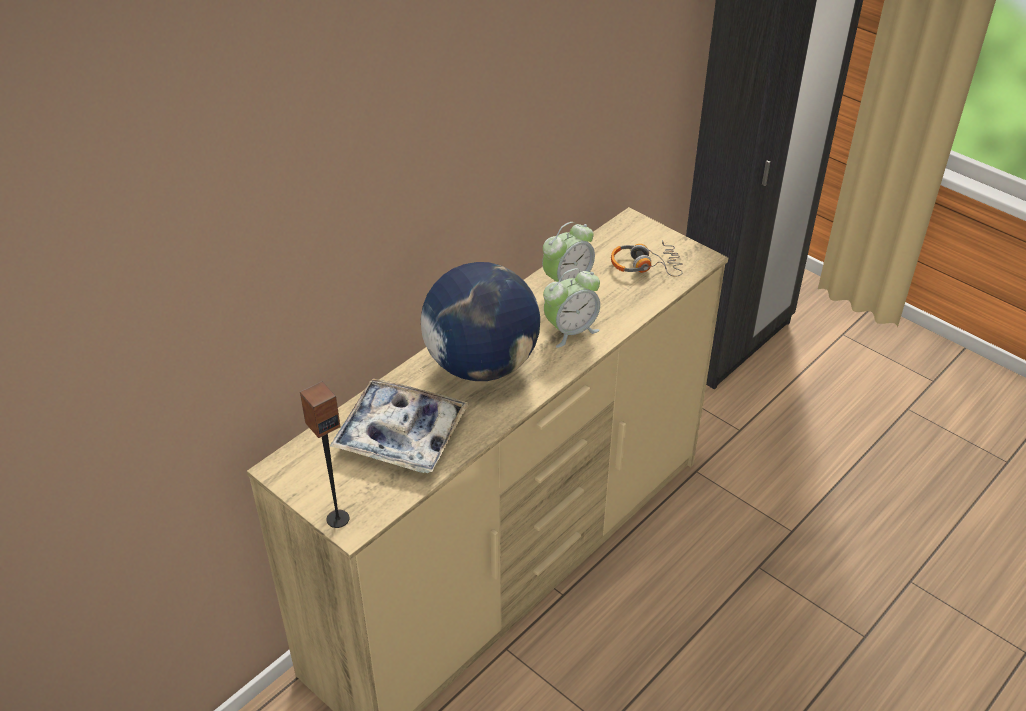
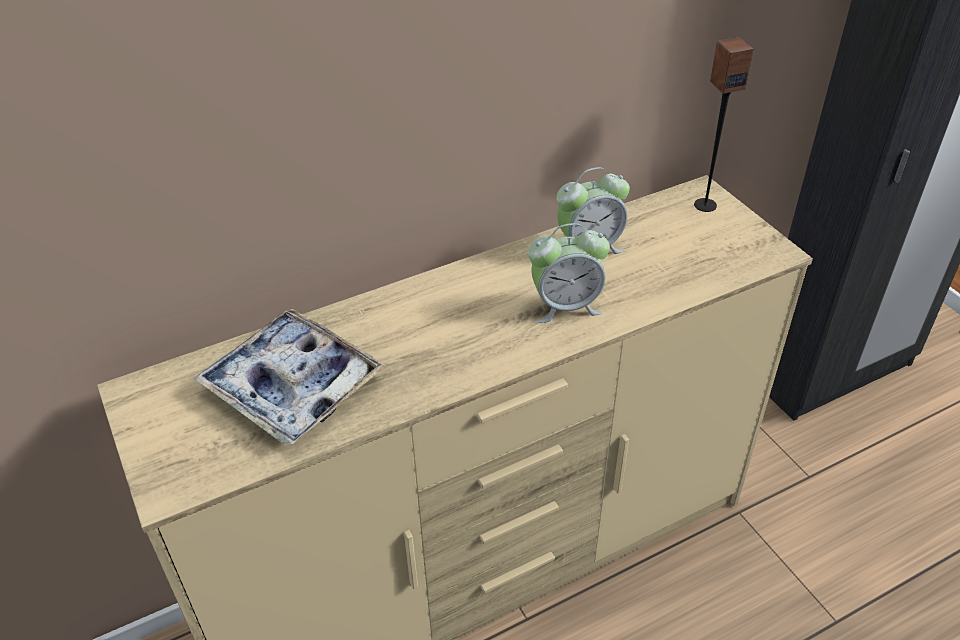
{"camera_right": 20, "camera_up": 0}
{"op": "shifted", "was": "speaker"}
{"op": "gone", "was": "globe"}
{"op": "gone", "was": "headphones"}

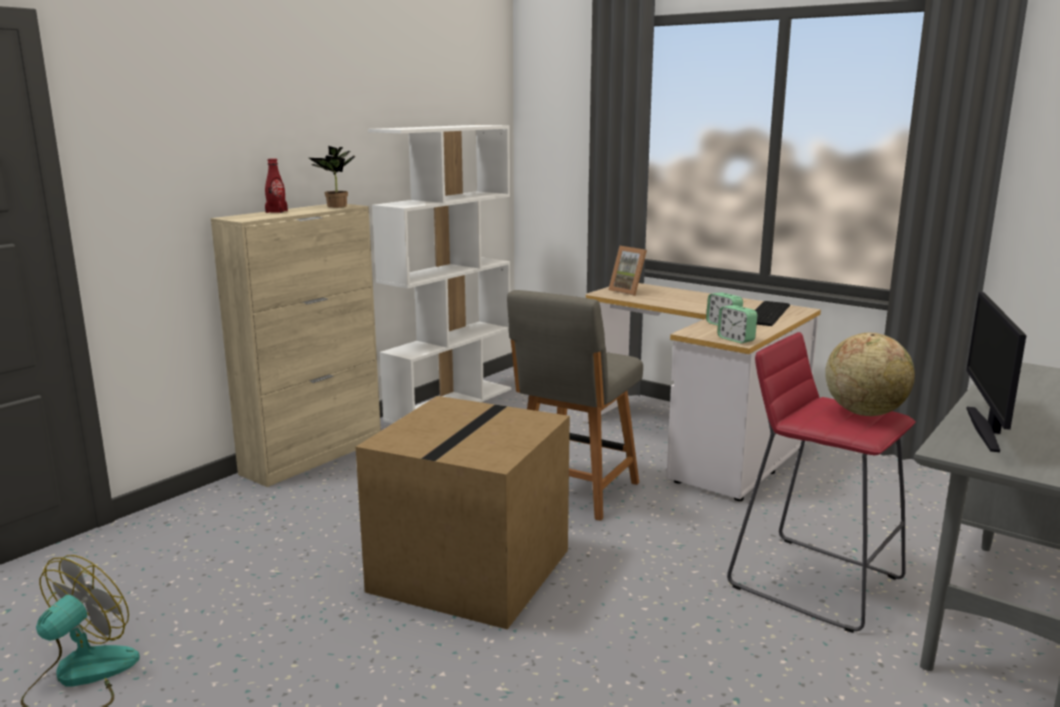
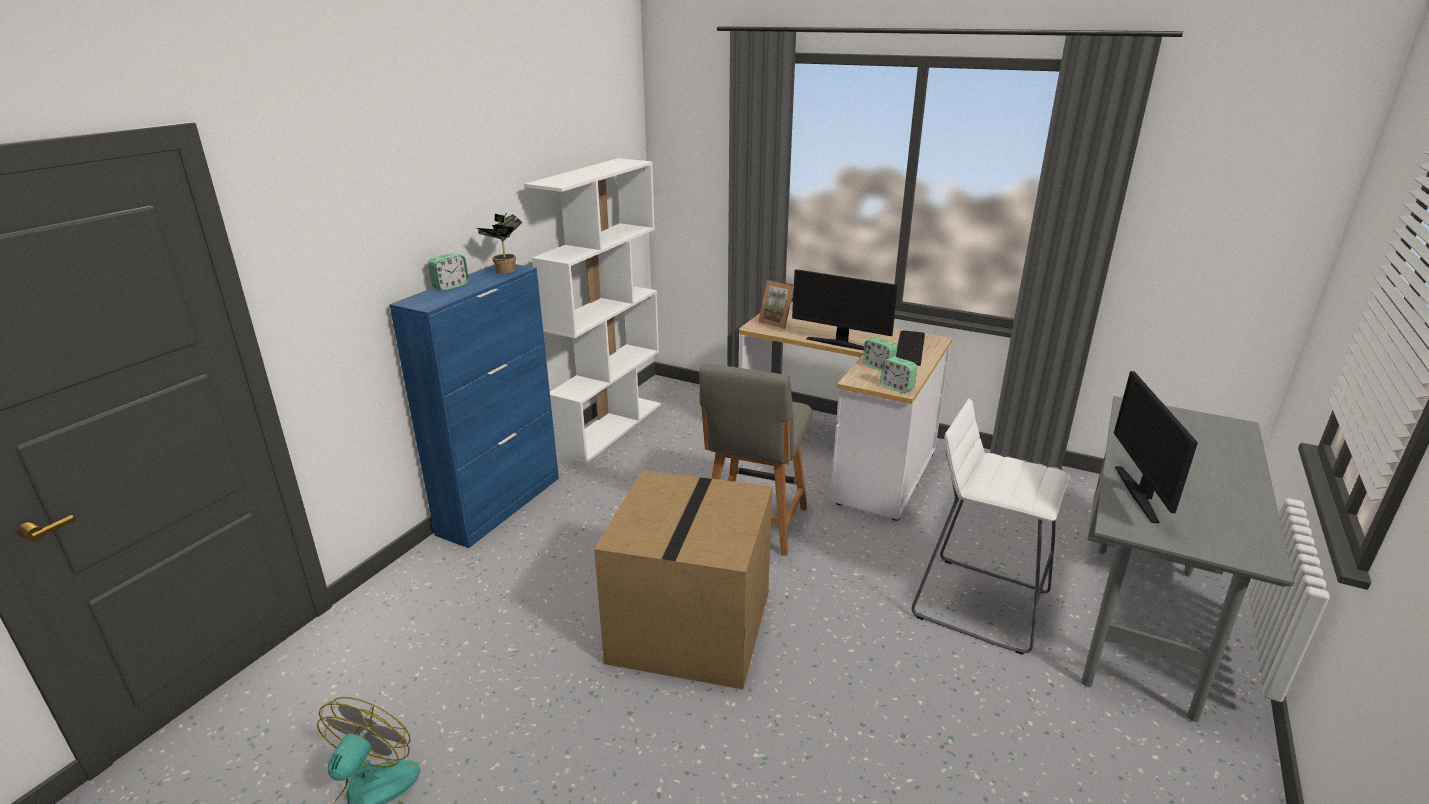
{"camera_right": -10, "camera_up": 10}
{"op": "repainted", "was": "cabinet in beige", "now": "cabinet in blue"}
{"op": "swapped", "was": "bottle in red", "now": "alarm clock (no. 1 from left)"}
{"op": "repainted", "was": "stool in red", "now": "stool in white"}
{"op": "gone", "was": "globe"}
{"op": "new", "now": "monitor (no. 1 from left)"}

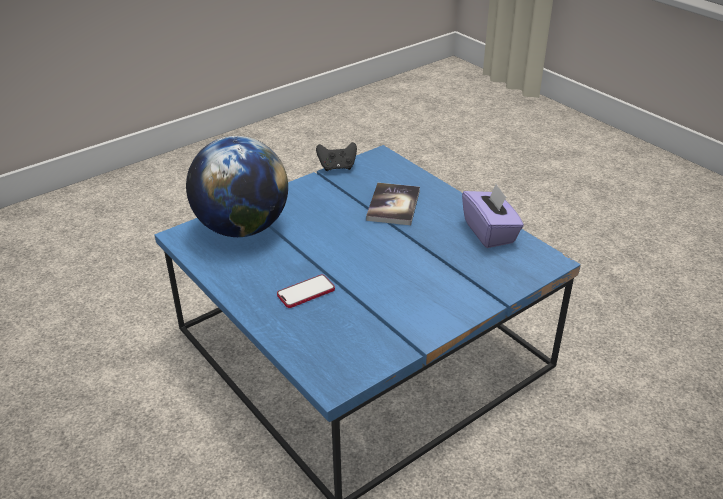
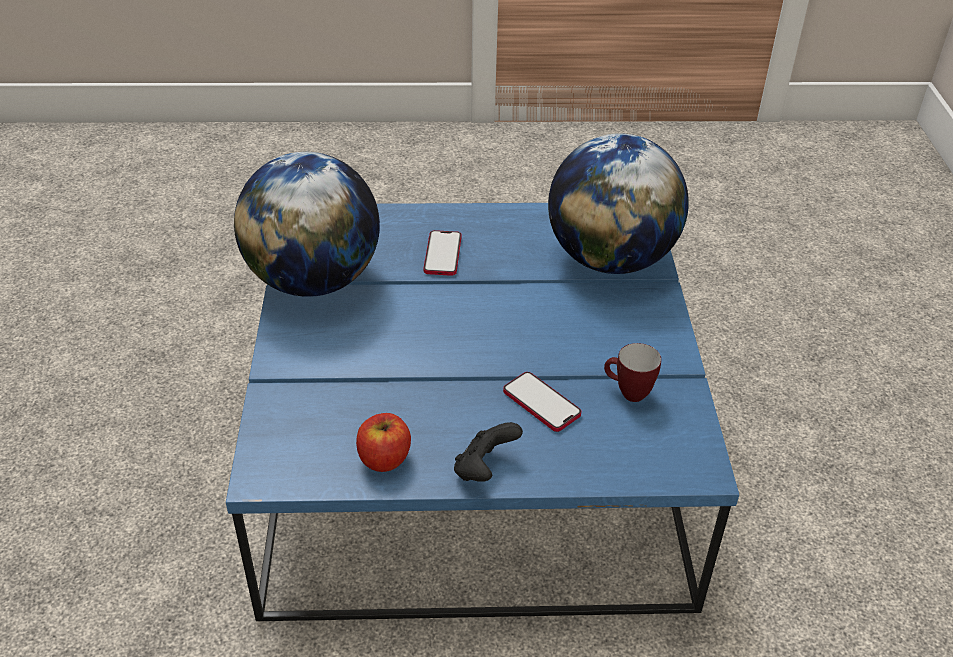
{"camera_right": 125, "camera_up": 5}
{"op": "shifted", "was": "game controller in black"}
{"op": "swapped", "was": "book", "now": "phone (no. 2 from left)"}
{"op": "swapped", "was": "tissue box in purple", "now": "apple"}
{"op": "new", "now": "globe (no. 1 from left)"}
{"op": "new", "now": "mug"}

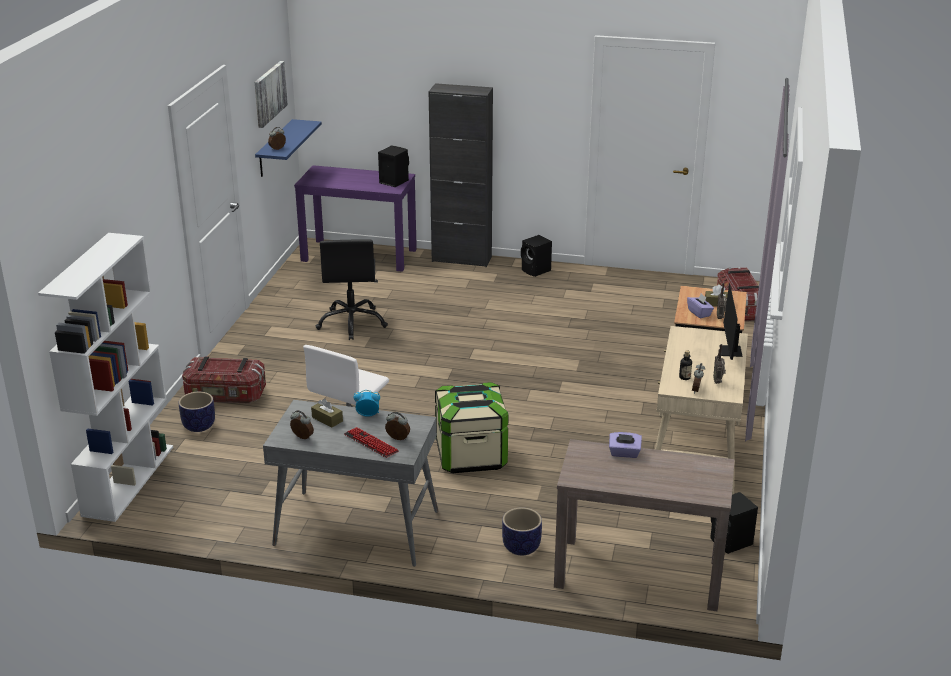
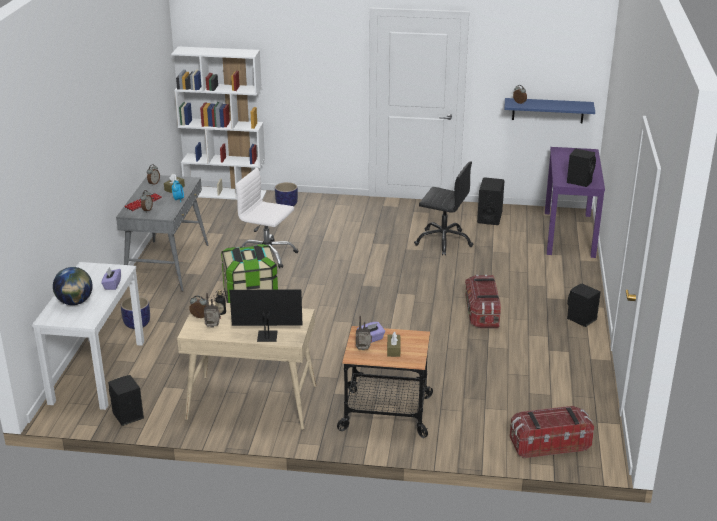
{"camera_right": 85, "camera_up": 0}
{"op": "shifted", "was": "storage box (no. 1 from left in the first image)", "now": "storage box (no. 2 from left)"}
{"op": "gone", "was": "picture"}
{"op": "rotated", "was": "office chair in black", "clockwise": -150}
{"op": "gone", "was": "cabinet in black"}
{"op": "repainted", "was": "console table in brown", "now": "console table in white"}
{"op": "new", "now": "globe"}
{"op": "new", "now": "speaker in black (no. 2 from left)"}

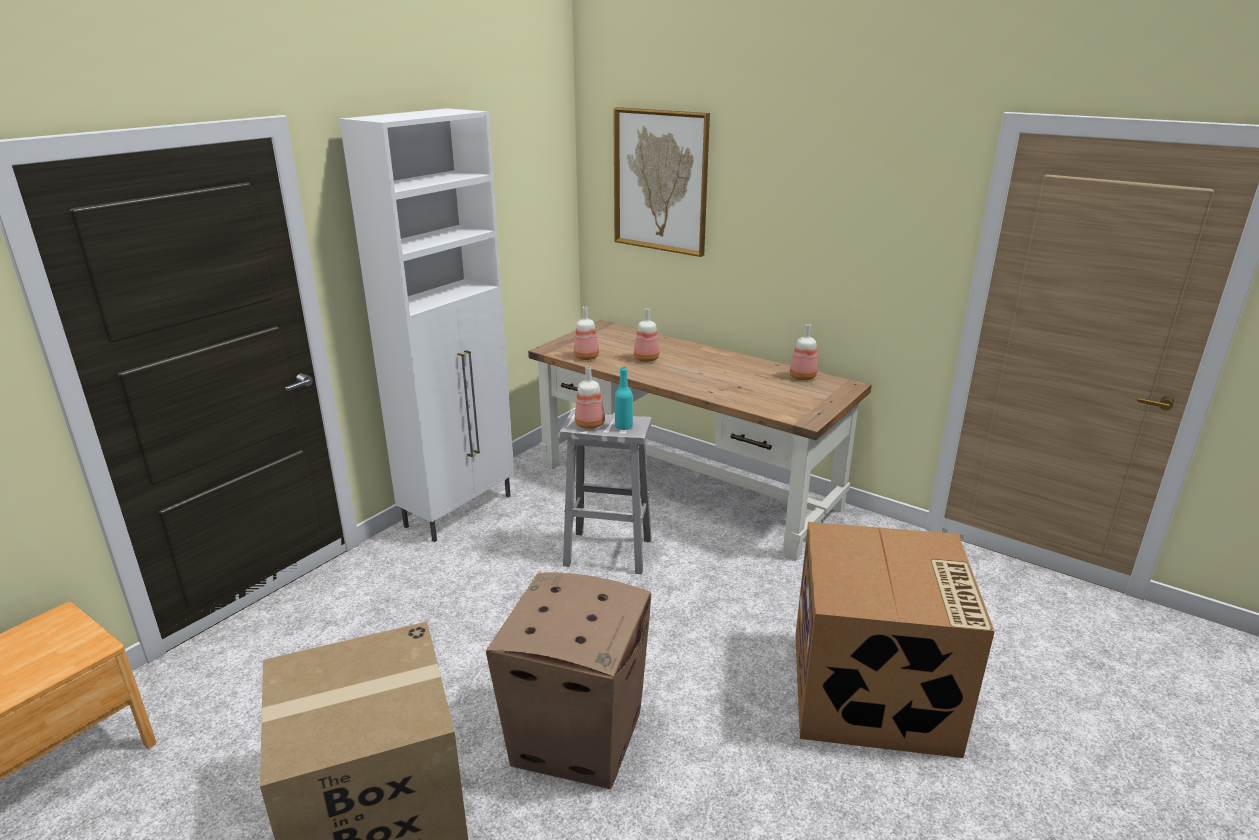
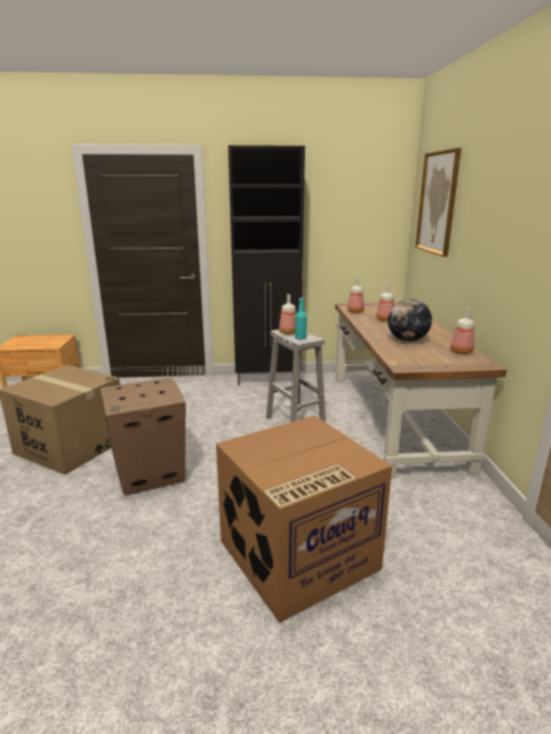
{"camera_right": 50, "camera_up": -5}
{"op": "repainted", "was": "cabinet in white", "now": "cabinet in black"}
{"op": "new", "now": "globe"}

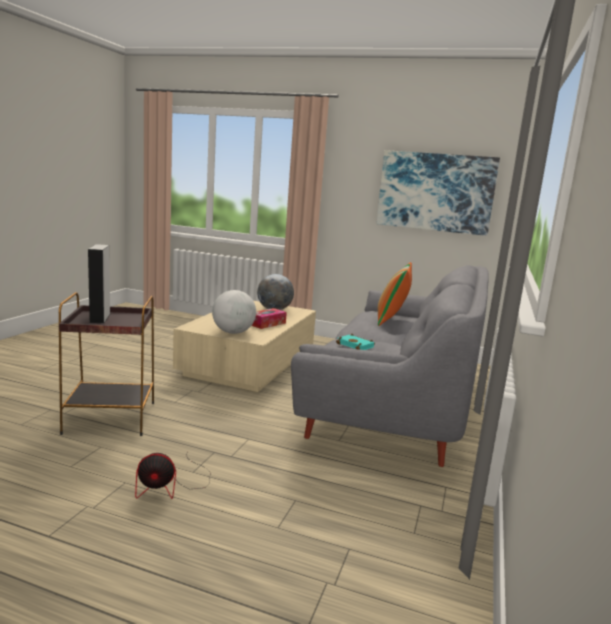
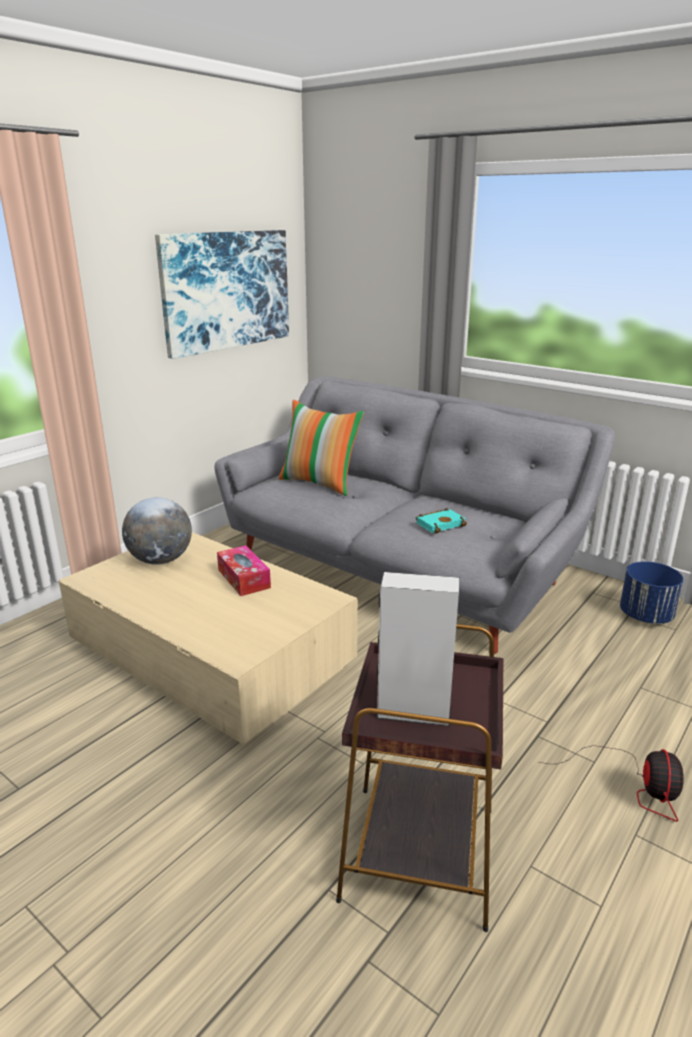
{"camera_right": -70, "camera_up": 10}
{"op": "gone", "was": "globe (no. 1 from left)"}
{"op": "new", "now": "planter in blue"}

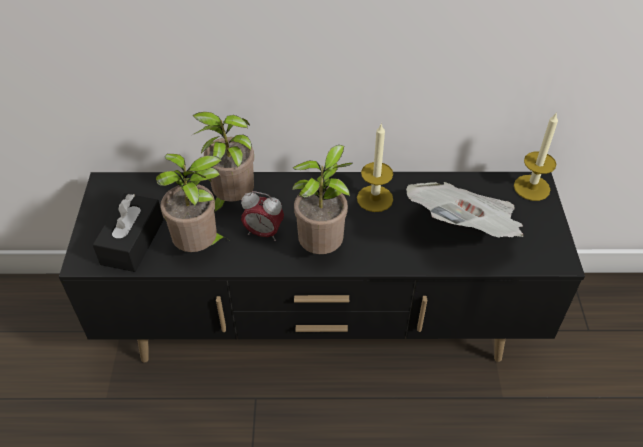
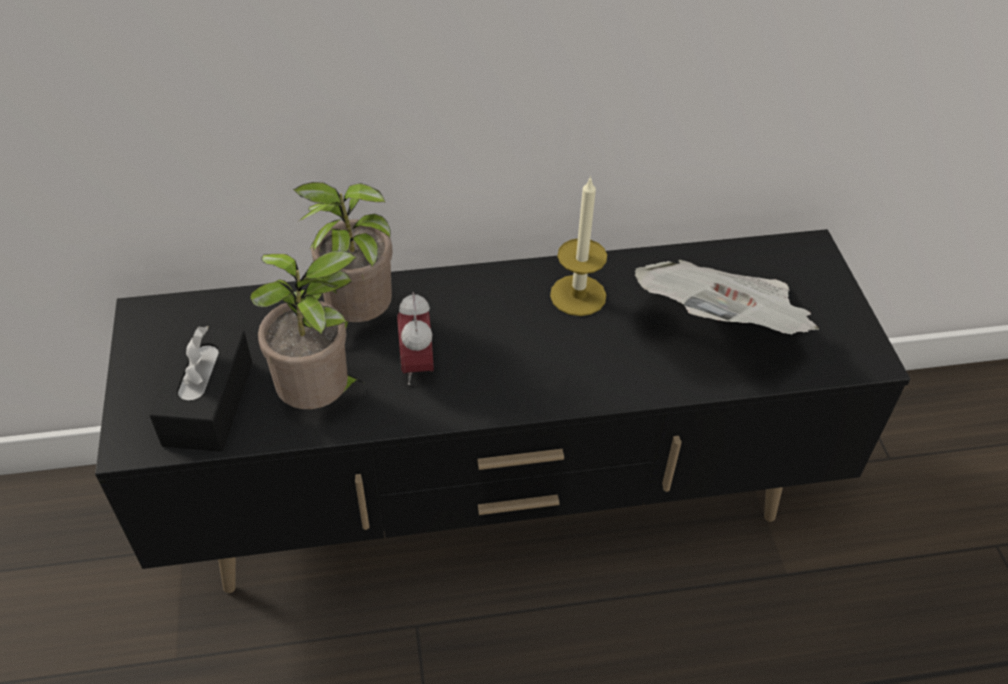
{"camera_right": -10, "camera_up": 0}
{"op": "rotated", "was": "alarm clock", "clockwise": 75}
{"op": "gone", "was": "potted plant (no. 3 from left)"}
{"op": "gone", "was": "candle (no. 2 from left)"}

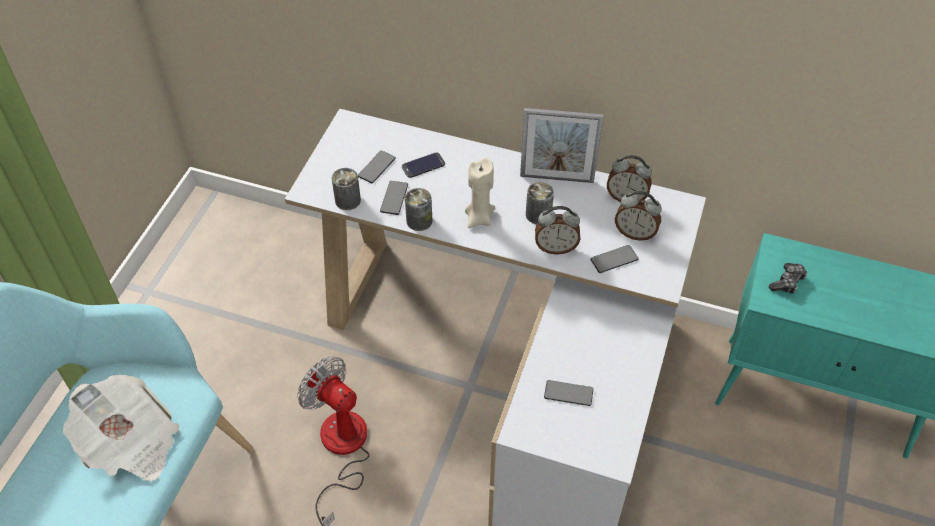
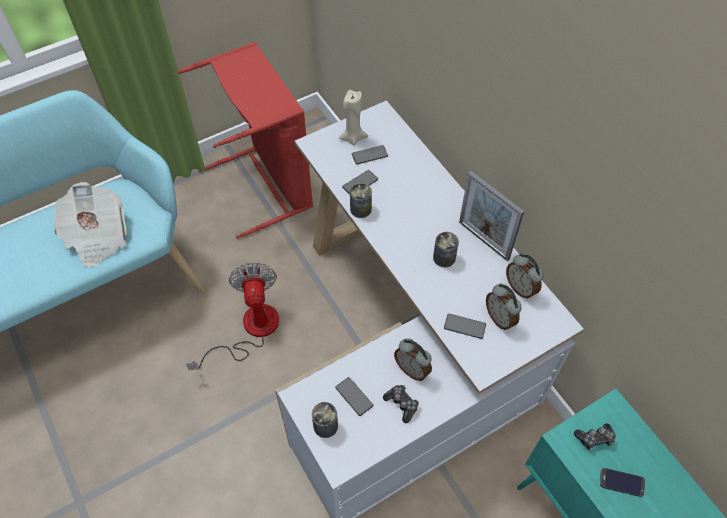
{"camera_right": 40, "camera_up": 5}
{"op": "shifted", "was": "can (no. 1 from left)"}
{"op": "shifted", "was": "phone (no. 3 from left in the first image)", "now": "phone (no. 5 from left)"}
{"op": "shifted", "was": "candle in beige"}
{"op": "shifted", "was": "alarm clock (no. 1 from left)"}
{"op": "new", "now": "laundry basket in red"}
{"op": "new", "now": "game controller (no. 1 from left)"}

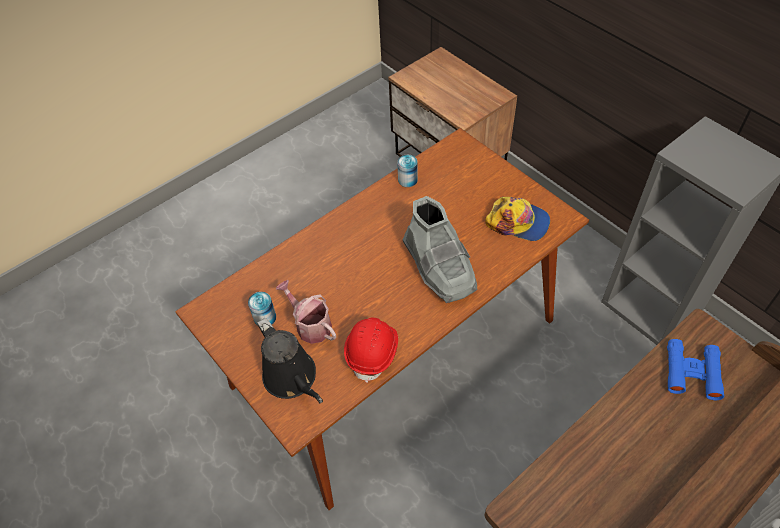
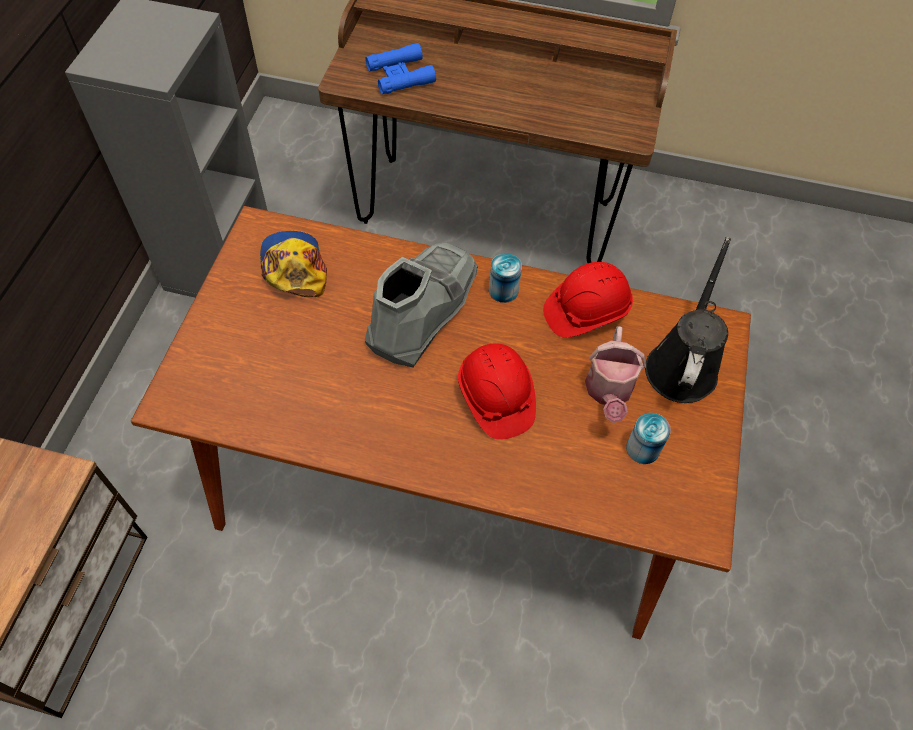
{"camera_right": -130, "camera_up": 5}
{"op": "shifted", "was": "can (no. 2 from left in the first image)", "now": "can (no. 1 from left)"}
{"op": "new", "now": "hard hat in red (no. 1 from left)"}

